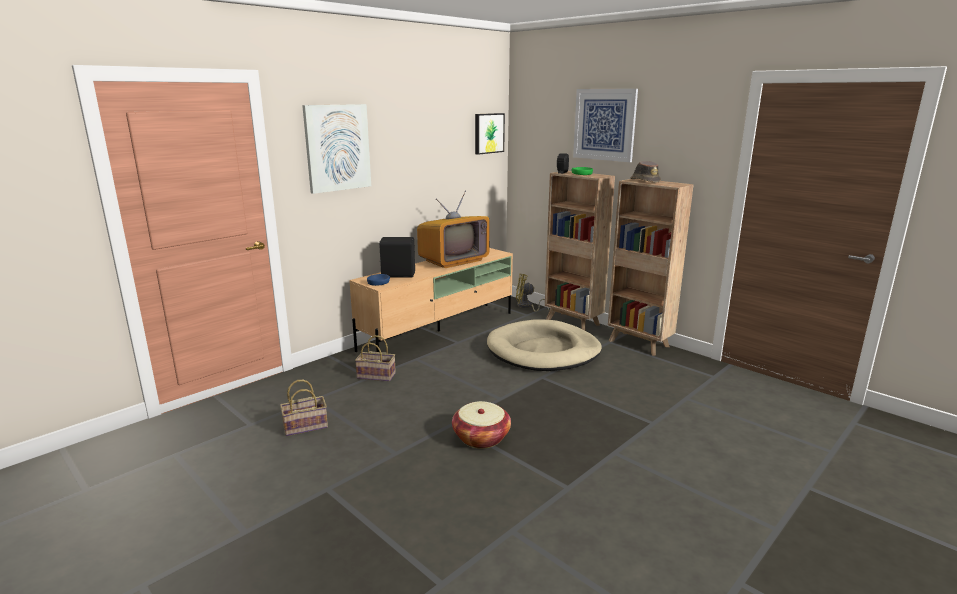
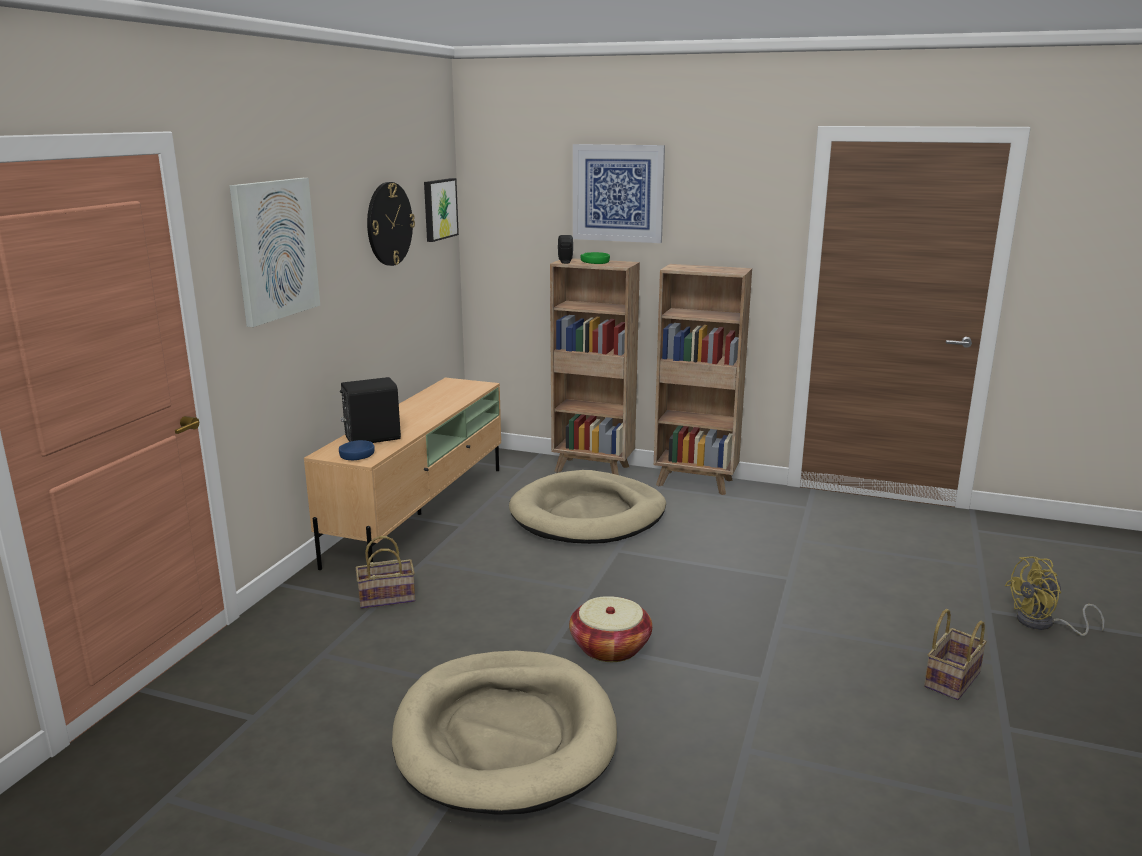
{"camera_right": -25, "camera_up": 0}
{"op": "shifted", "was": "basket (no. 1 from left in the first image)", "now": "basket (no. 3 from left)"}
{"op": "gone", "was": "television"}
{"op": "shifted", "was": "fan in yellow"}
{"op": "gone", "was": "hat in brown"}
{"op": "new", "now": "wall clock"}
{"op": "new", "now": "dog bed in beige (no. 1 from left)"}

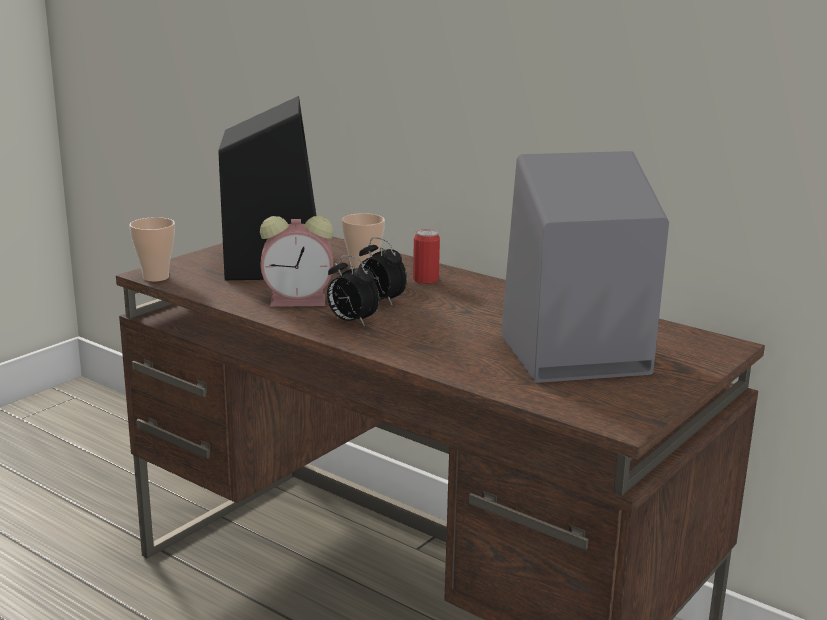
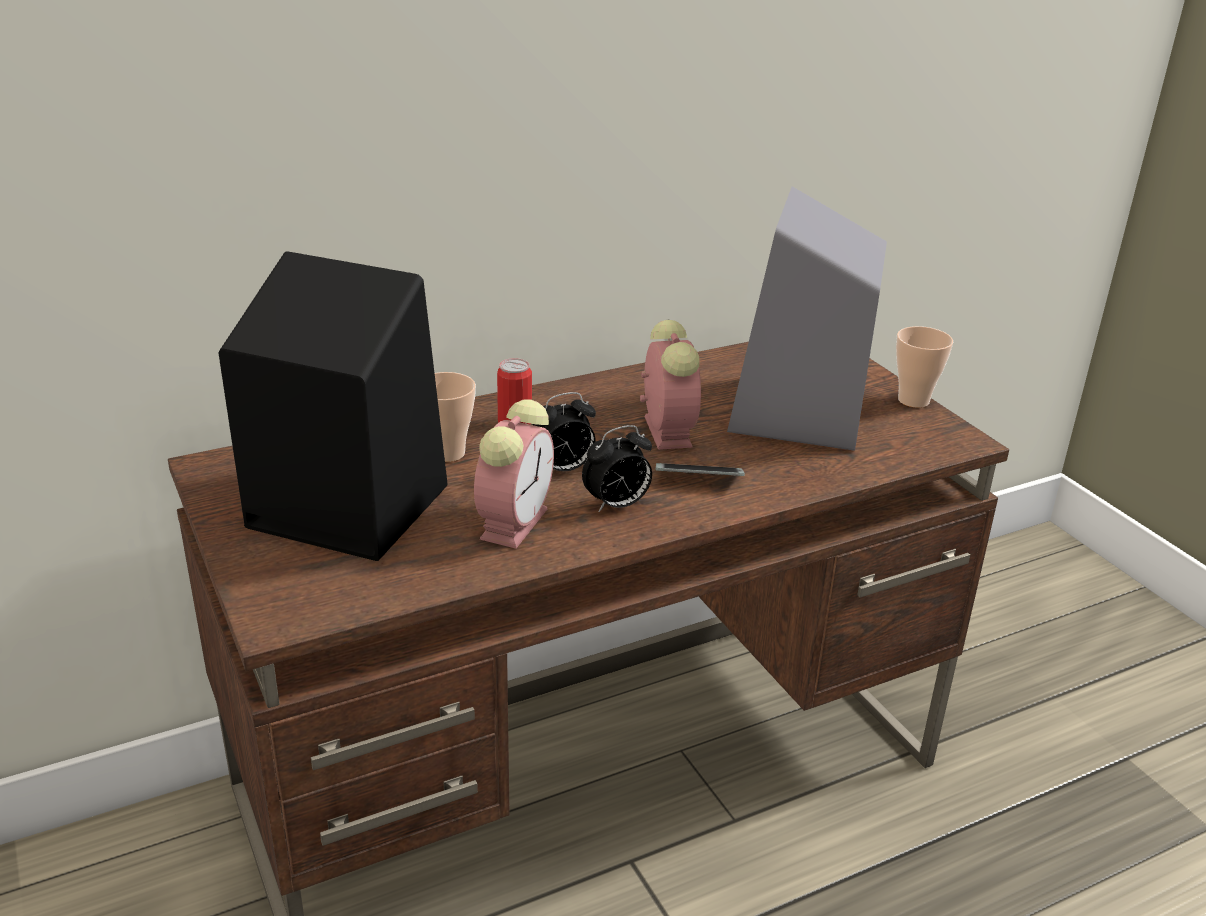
{"camera_right": -65, "camera_up": 10}
{"op": "shifted", "was": "cup (no. 1 from left in the first image)", "now": "cup (no. 2 from left)"}
{"op": "new", "now": "alarm clock (no. 4 from left)"}
{"op": "new", "now": "phone"}

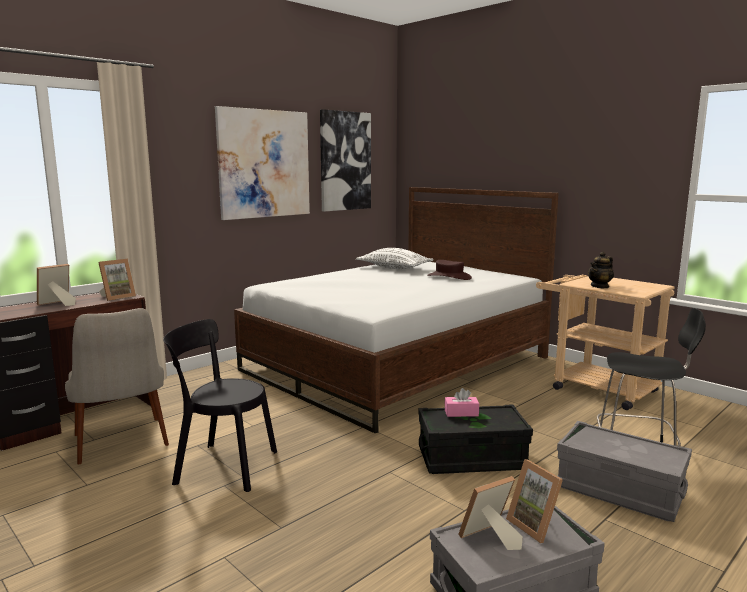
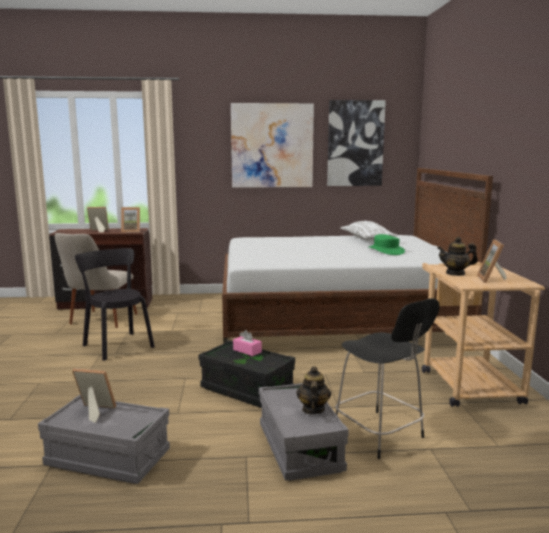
{"camera_right": 40, "camera_up": 0}
{"op": "repainted", "was": "hat in brown", "now": "hat in green"}
{"op": "shifted", "was": "picture frame (no. 4 from left)"}
{"op": "new", "now": "teapot (no. 1 from left)"}

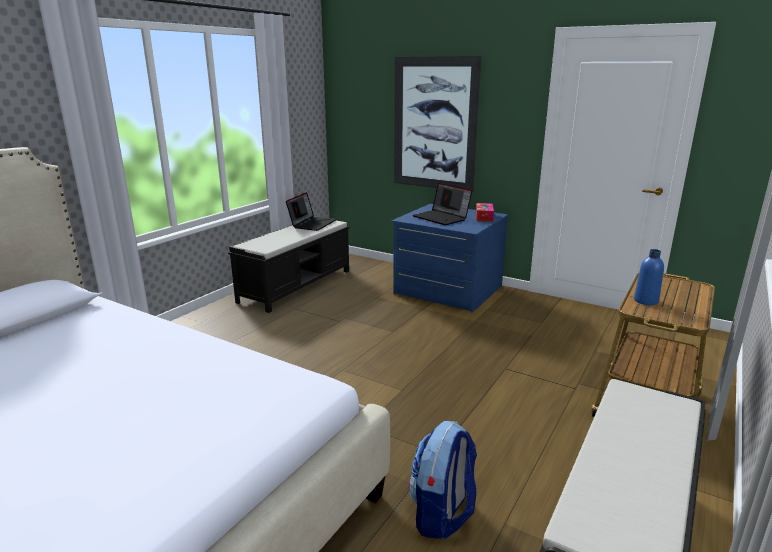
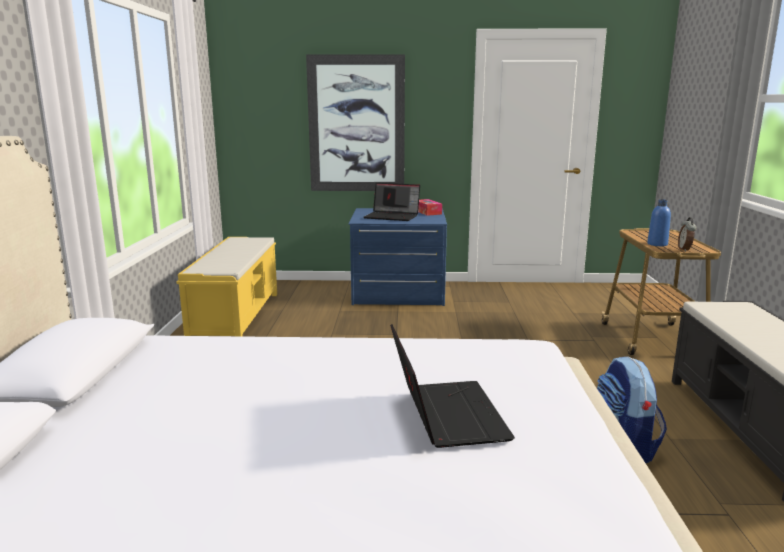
{"camera_right": -30, "camera_up": -5}
{"op": "repainted", "was": "bench in black (no. 1 from left)", "now": "bench in yellow"}
{"op": "shifted", "was": "laptop (no. 1 from left in the first image)", "now": "laptop (no. 2 from left)"}
{"op": "new", "now": "alarm clock"}

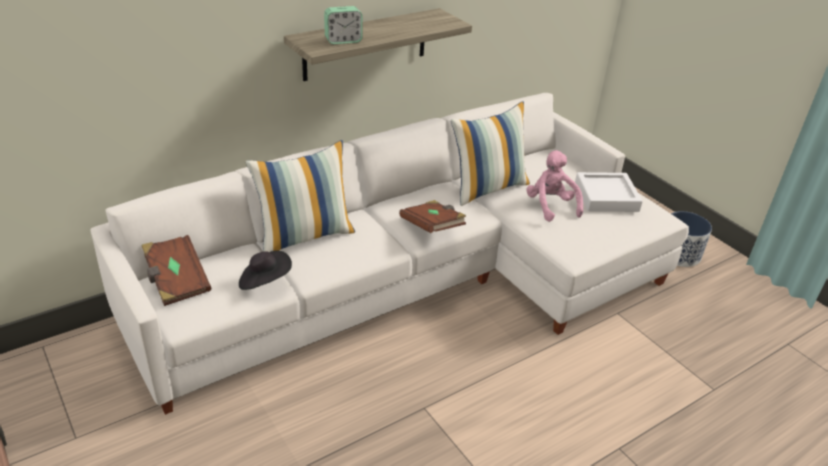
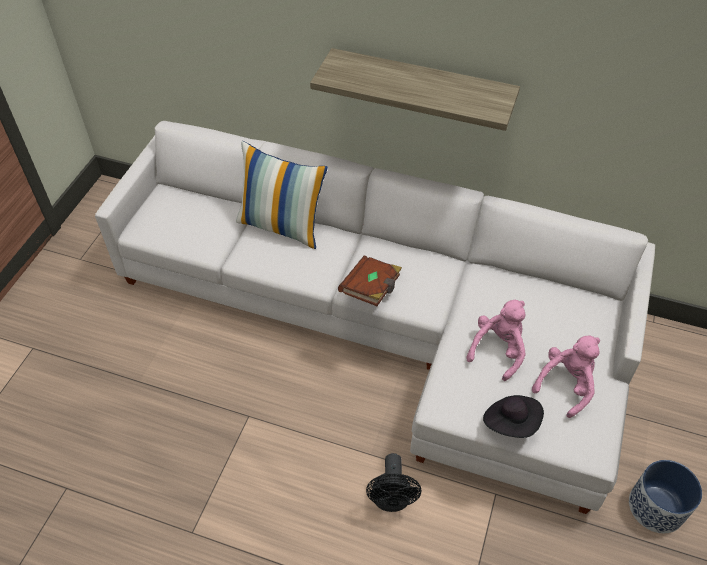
{"camera_right": 55, "camera_up": 15}
{"op": "gone", "was": "book in brown (no. 1 from left)"}
{"op": "shifted", "was": "hat in black"}
{"op": "gone", "was": "alarm clock"}
{"op": "gone", "was": "pillow (no. 2 from left)"}
{"op": "swapped", "was": "tray in white", "now": "plush toy in pink (no. 2 from left)"}
{"op": "new", "now": "fan in black"}

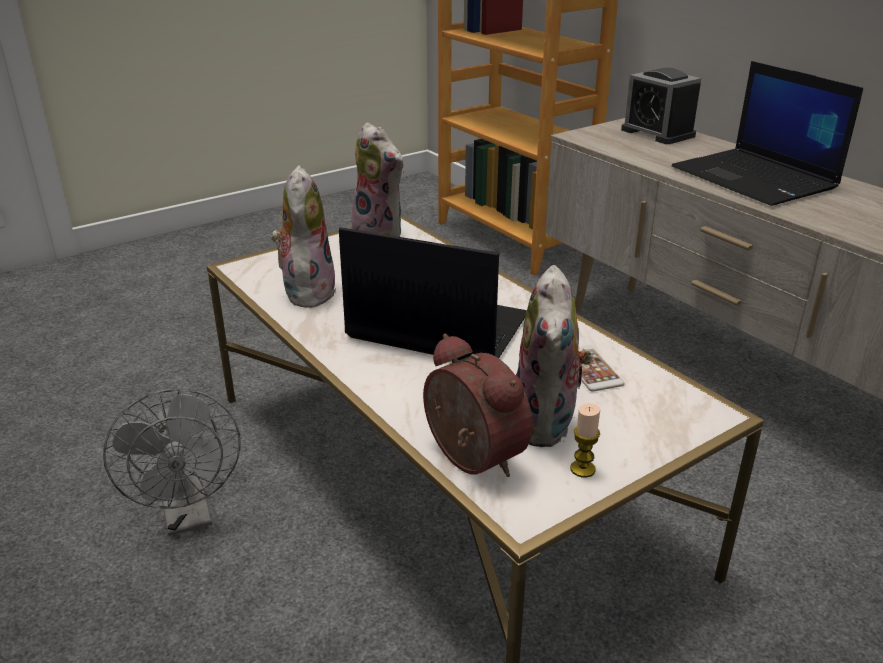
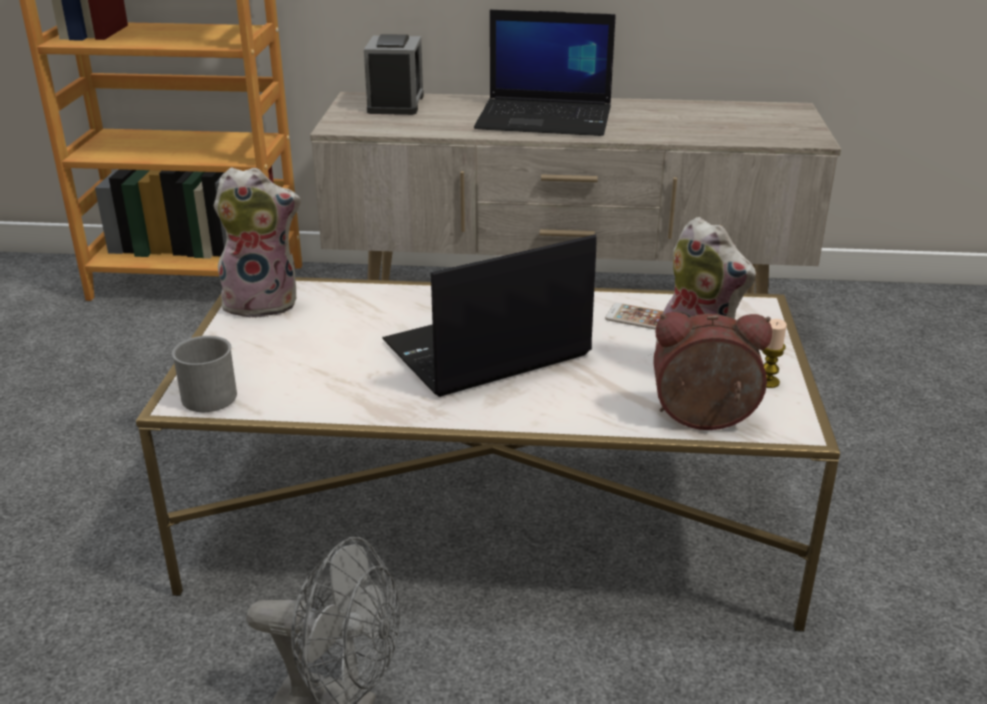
{"camera_right": -50, "camera_up": 0}
{"op": "gone", "was": "plush toy (no. 1 from left)"}
{"op": "rotated", "was": "alarm clock (no. 2 from left in the first image)", "clockwise": -90}
{"op": "new", "now": "mug in grey"}

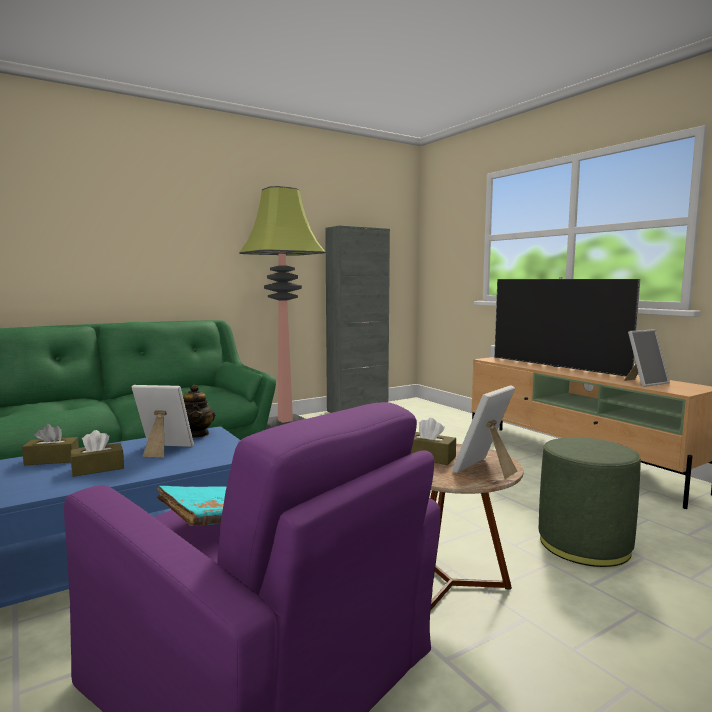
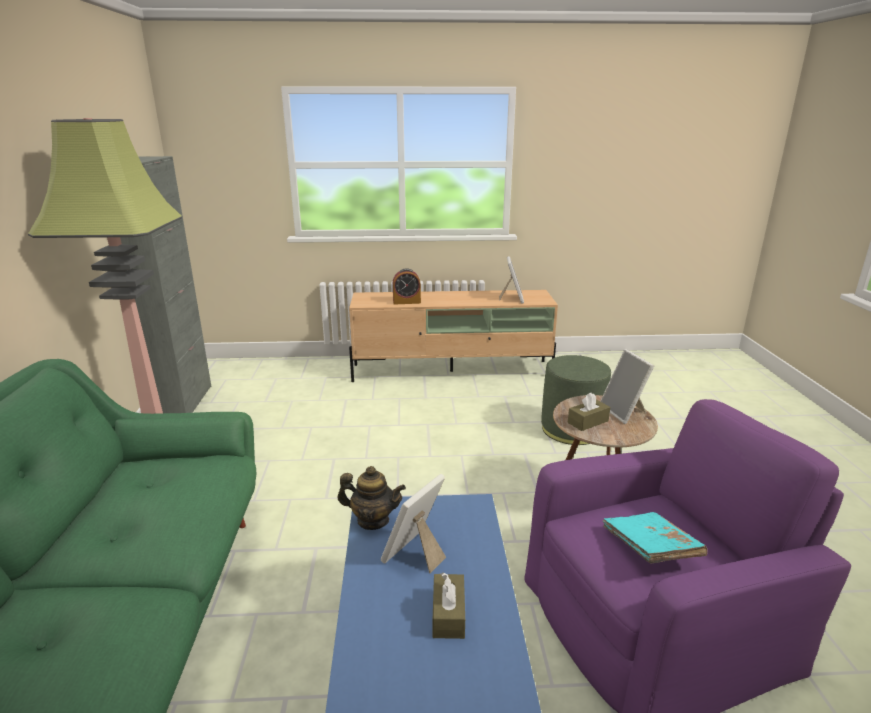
{"camera_right": -60, "camera_up": 15}
{"op": "gone", "was": "tissue box in brown (no. 1 from left)"}
{"op": "gone", "was": "television"}
{"op": "new", "now": "alarm clock"}

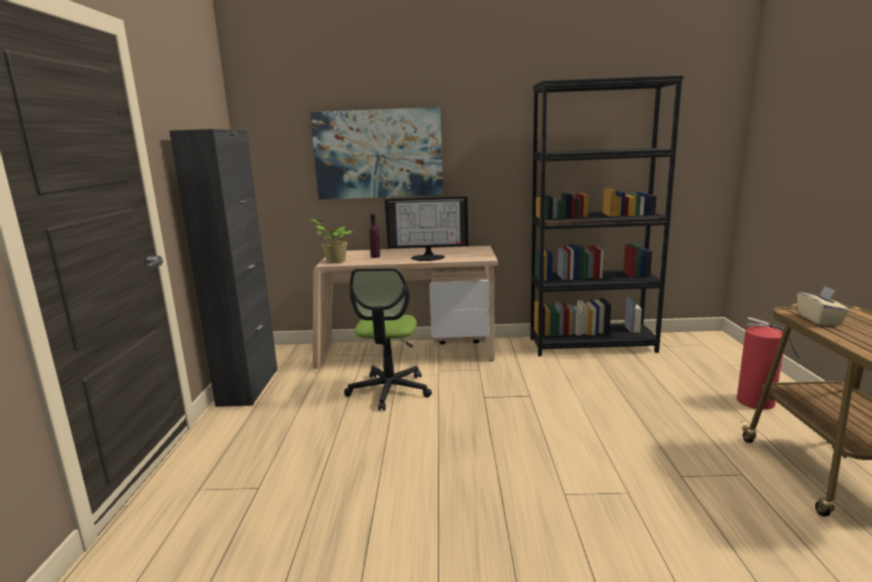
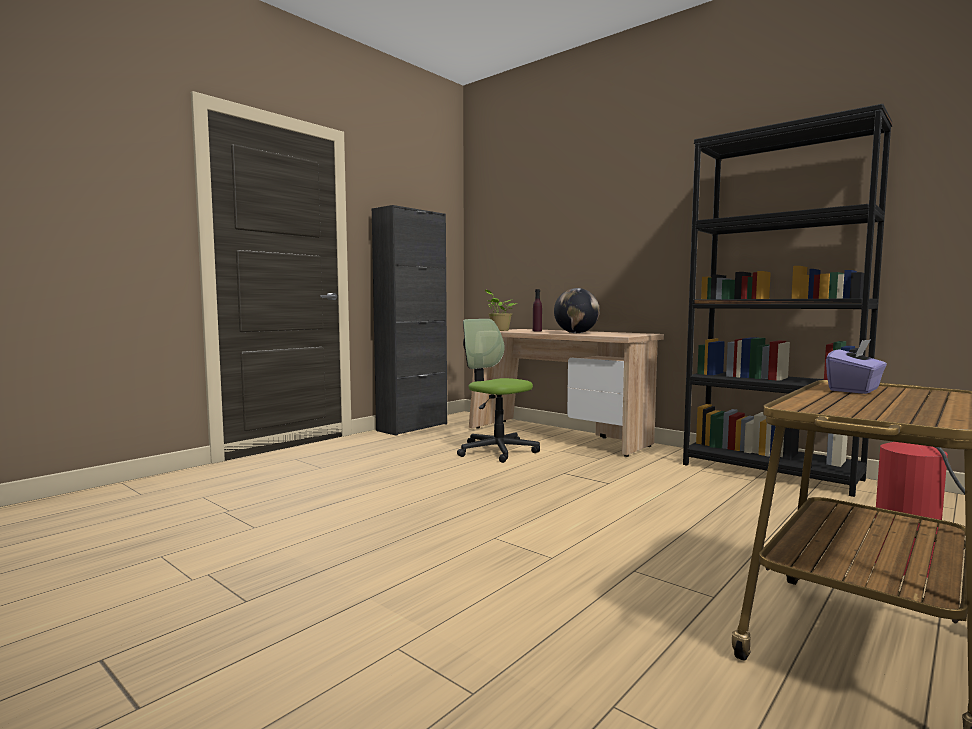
{"camera_right": 40, "camera_up": -10}
{"op": "gone", "was": "picture"}
{"op": "rotated", "was": "office chair", "clockwise": 90}
{"op": "swapped", "was": "monitor", "now": "globe"}
{"op": "repainted", "was": "tissue box in beige", "now": "tissue box in purple"}

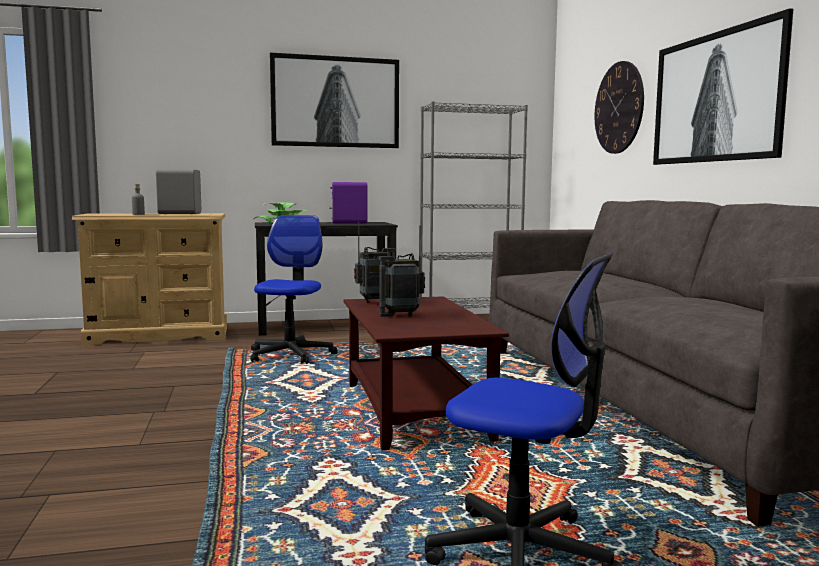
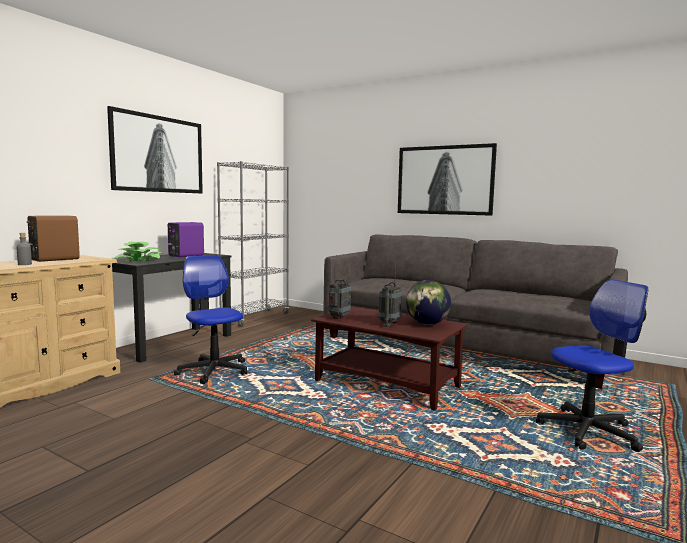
{"camera_right": -45, "camera_up": 0}
{"op": "repainted", "was": "speaker in grey", "now": "speaker in brown"}
{"op": "gone", "was": "wall clock"}
{"op": "new", "now": "globe"}

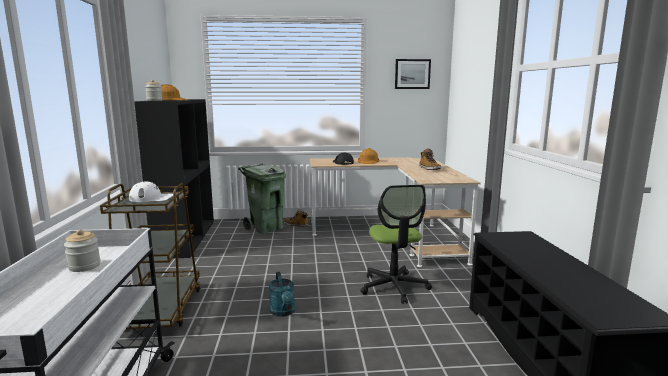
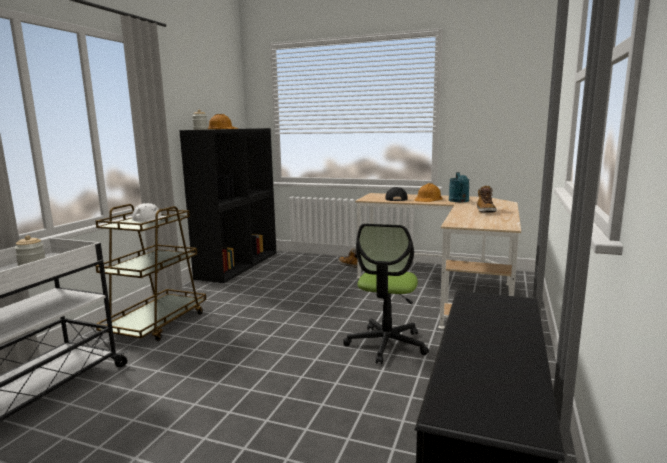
{"camera_right": 25, "camera_up": 0}
{"op": "gone", "was": "trash can in green"}
{"op": "shifted", "was": "watering can in turquoise"}
{"op": "gone", "was": "picture"}

